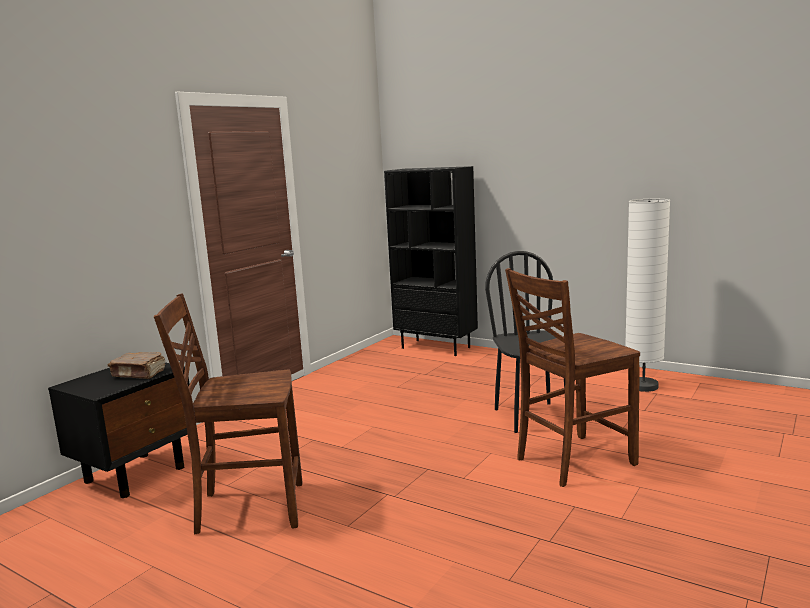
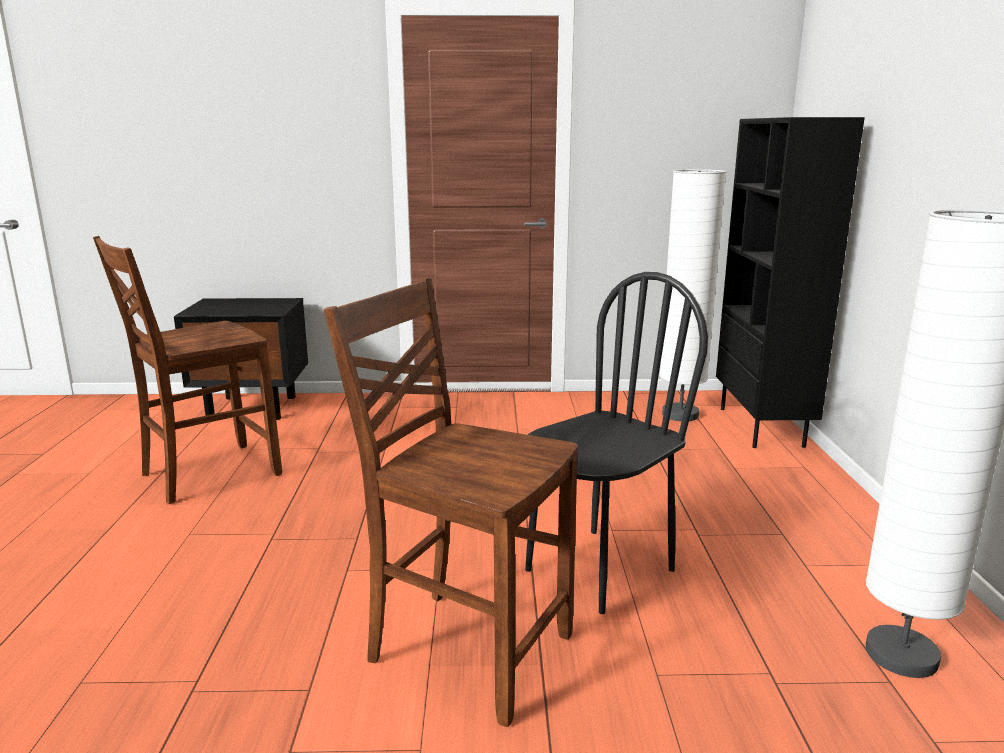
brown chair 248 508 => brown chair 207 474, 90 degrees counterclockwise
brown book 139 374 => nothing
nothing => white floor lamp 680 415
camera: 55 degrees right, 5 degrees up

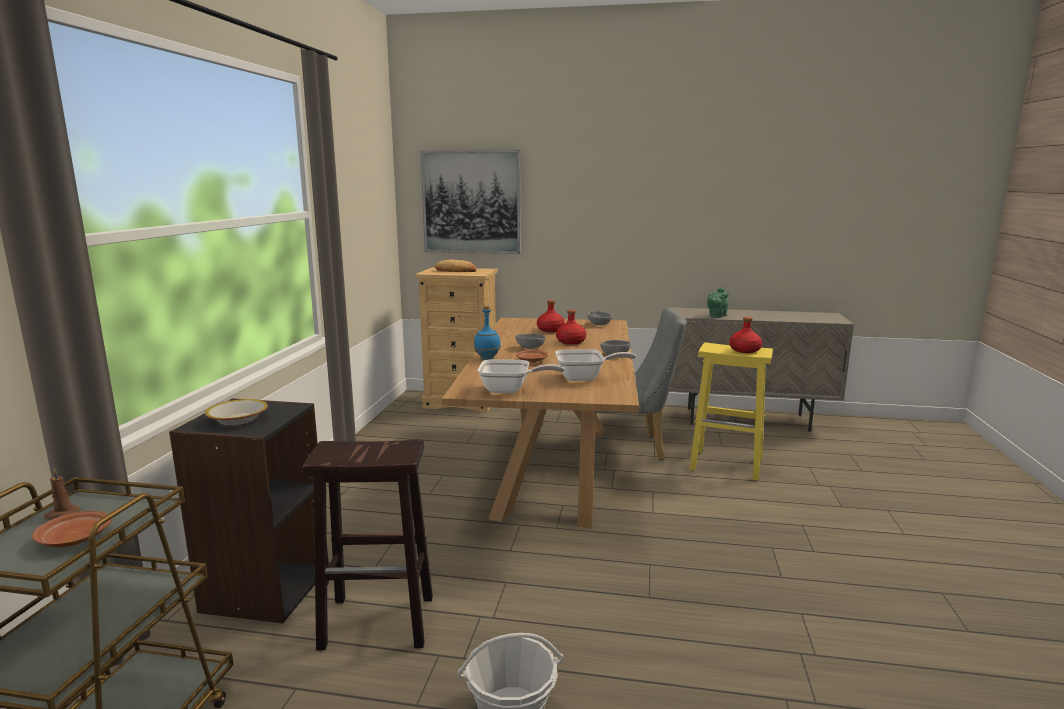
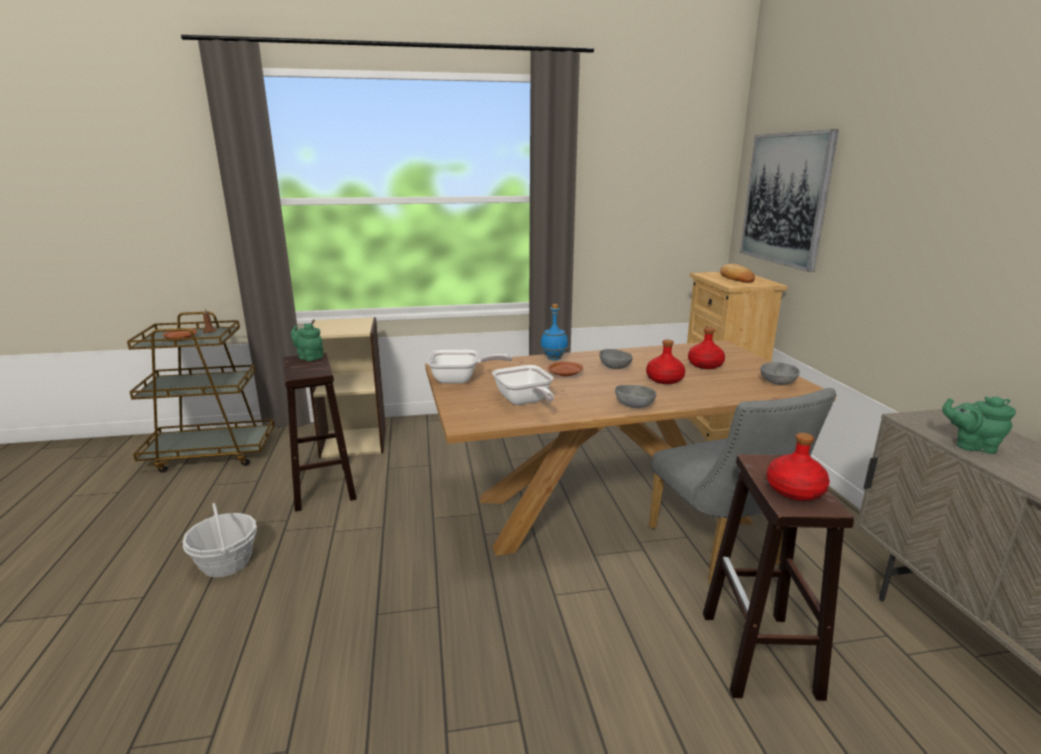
yellow stool 727 464 => brown stool 760 655
frying pan 510 390 => frying pan 460 380, 75 degrees counterclockwise
black bookcase 265 589 => beige bookcase 354 441
bowl 237 420 => nothing
nothing => green teapot 309 357
camera: 70 degrees right, 5 degrees up

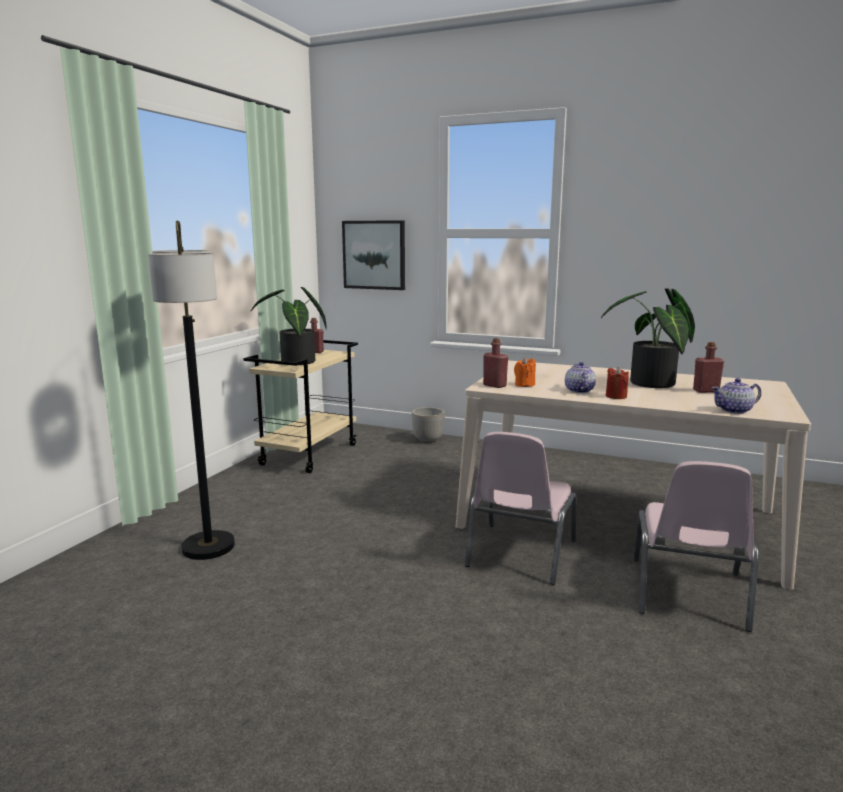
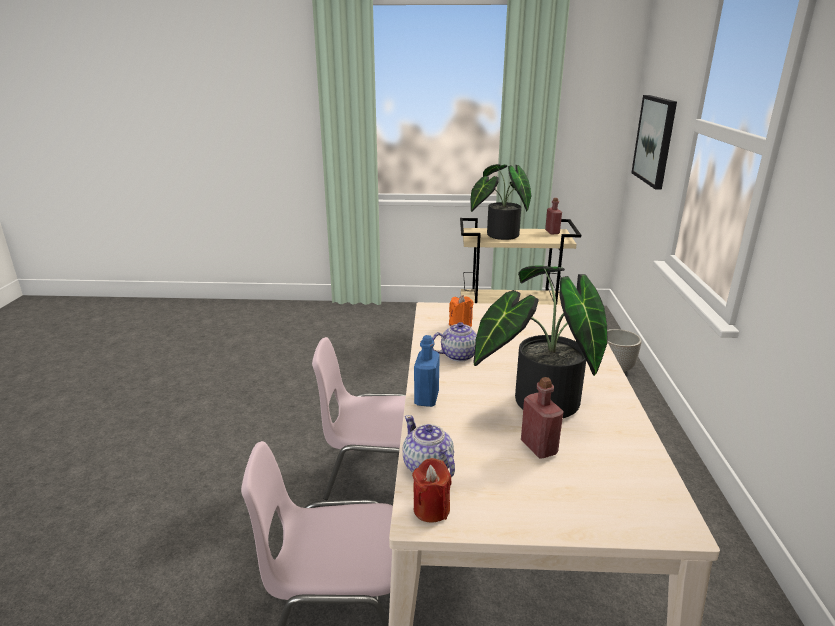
floor lamp 208 547 => nothing
red bottle 494 385 => nothing
red candle 616 396 => red candle 431 509, shifted
nothing => blue bottle 426 398
camera: 70 degrees right, 10 degrees up

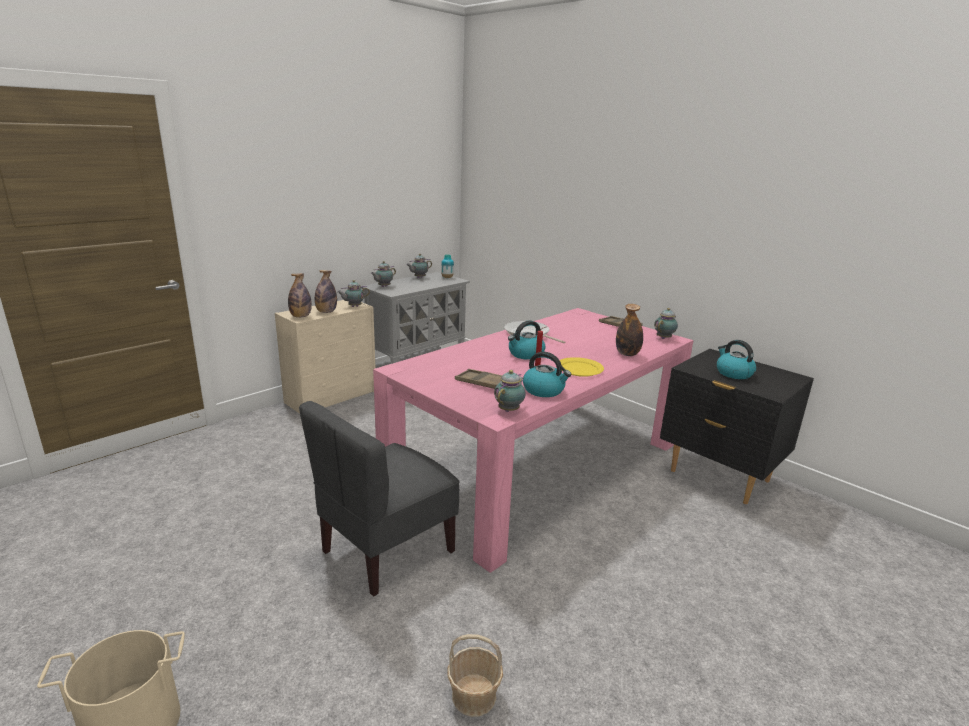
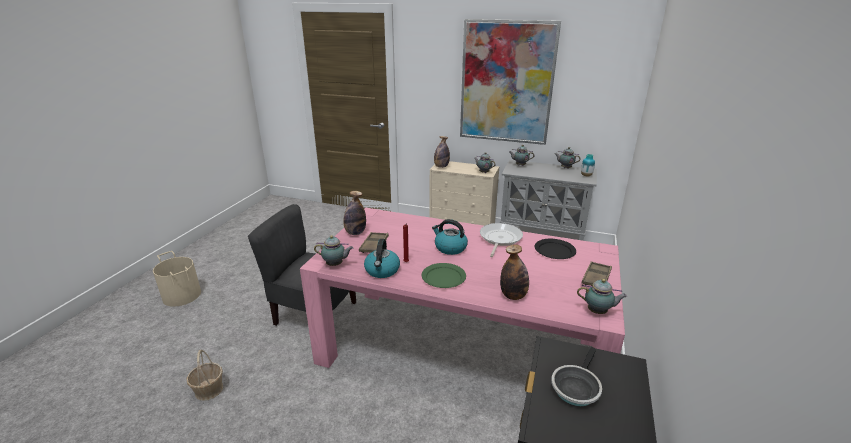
bottle 326 312 => bottle 355 233, shifted
kettle 733 373 => frying pan 575 387
yellow plate 580 369 => green plate 444 277
nothing => picture 506 83
nothing => black plate 554 250
camera: 65 degrees right, 5 degrees up

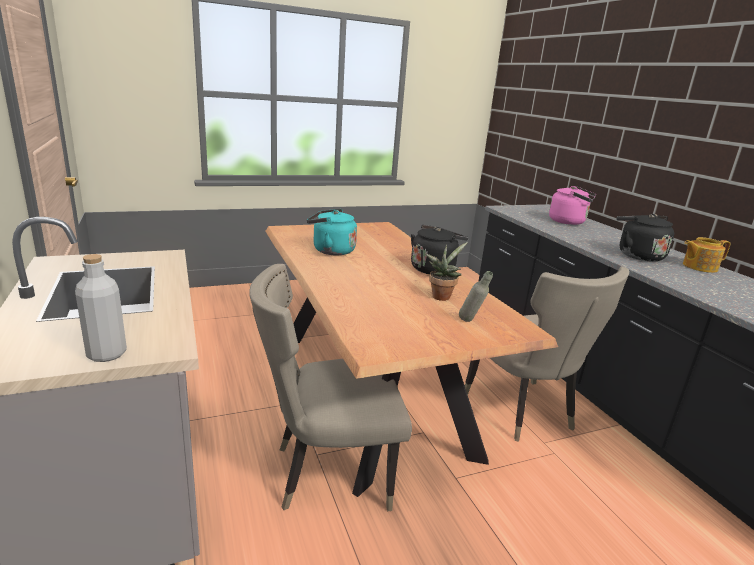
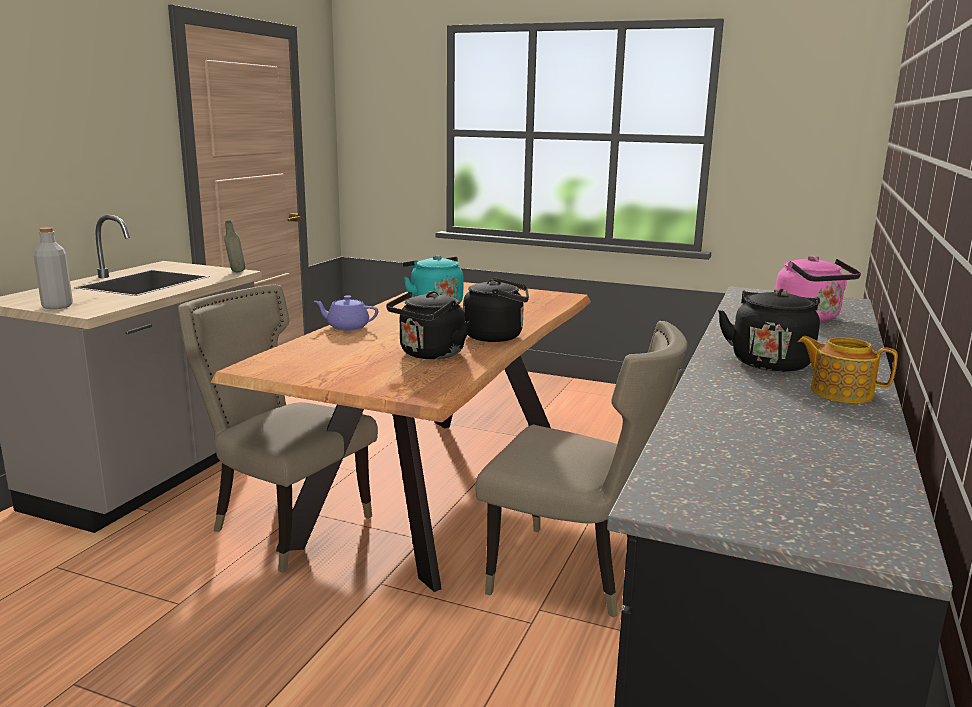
potted plant 441 296 => black kettle 429 354
beige chair 522 412 => beige chair 574 575, 90 degrees counterclockwise
grey bottle 471 322 => grey bottle 236 272, shifted
nothing => purple teapot 347 327
camera: 45 degrees right, 5 degrees down

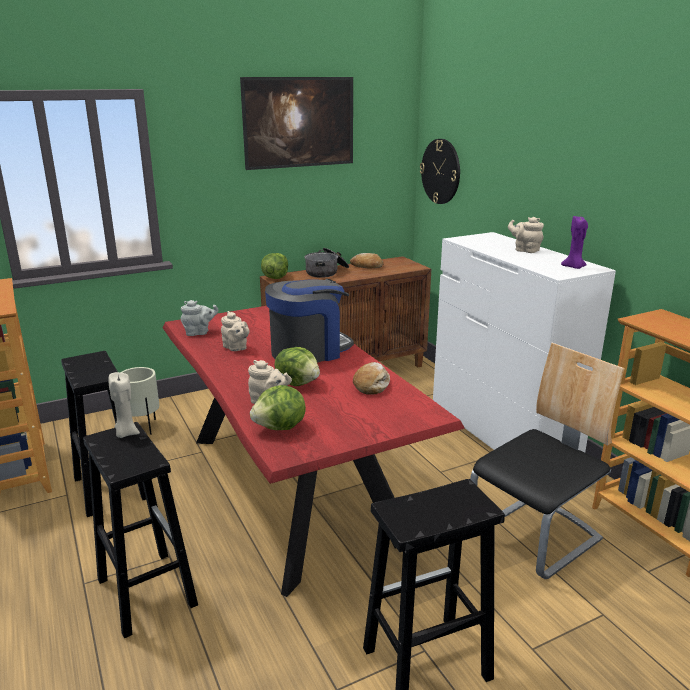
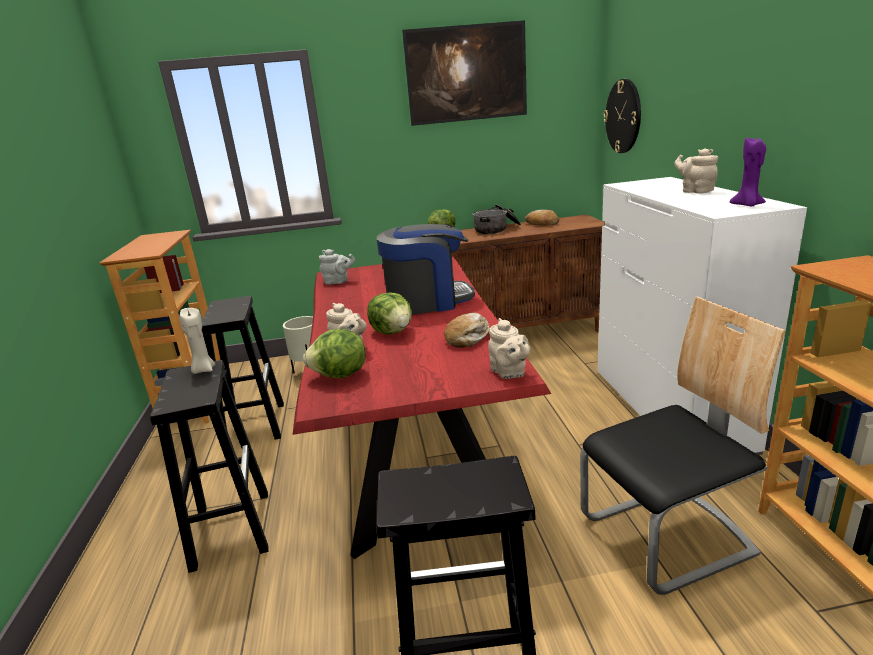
beige teapot 236 348 => beige teapot 509 373, shifted
camera: 20 degrees right, 0 degrees up

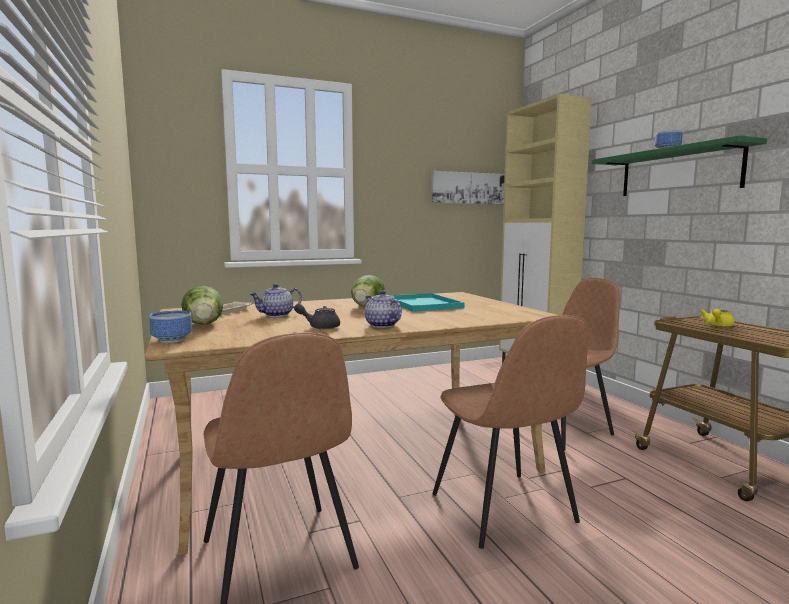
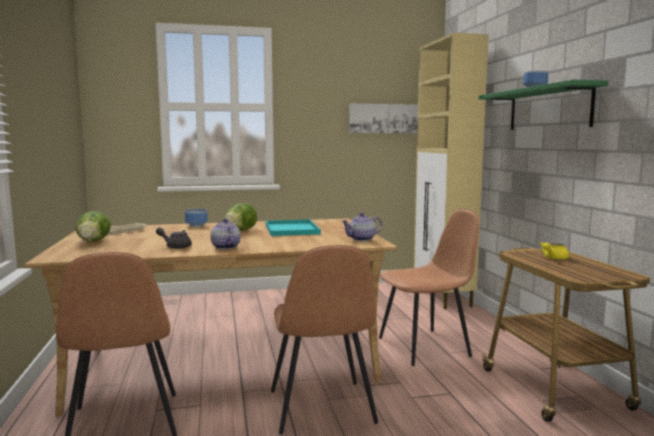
teapot 277 315 => teapot 362 239, shifted
bowl 170 340 => bowl 195 225, shifted
camera: 10 degrees right, 0 degrees up

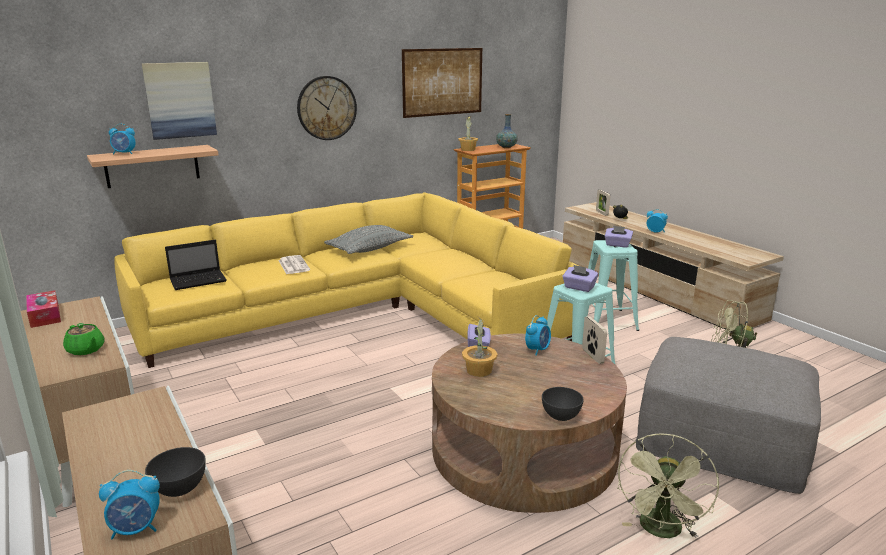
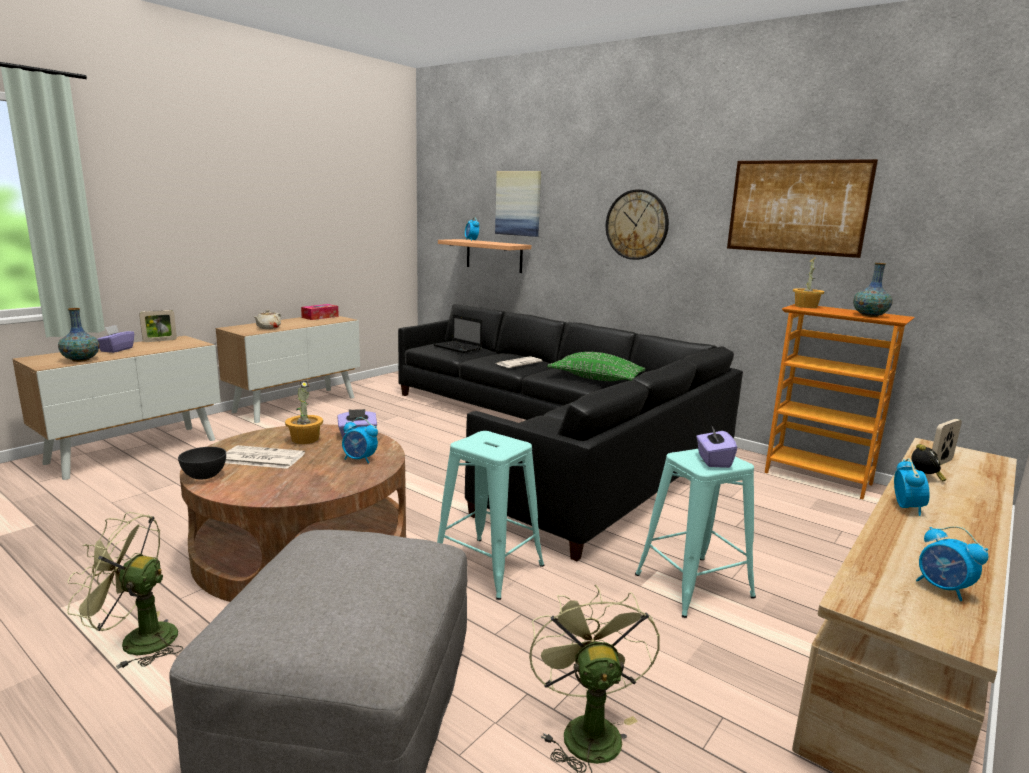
yellow sofa 366 314 => black sofa 557 440
grey pillow 369 249 => green pillow 597 378
purple tissue box 579 288 => purple tissue box 116 350, shifted
picture frame 592 356 => picture frame 160 340, shifted
green teapot 86 350 => beige teapot 268 328
grey bowl 179 489 => vase 81 360
alarm clock 136 529 => alarm clock 943 589, shifted
nothing => newspaper 261 458
camera: 70 degrees right, 5 degrees down

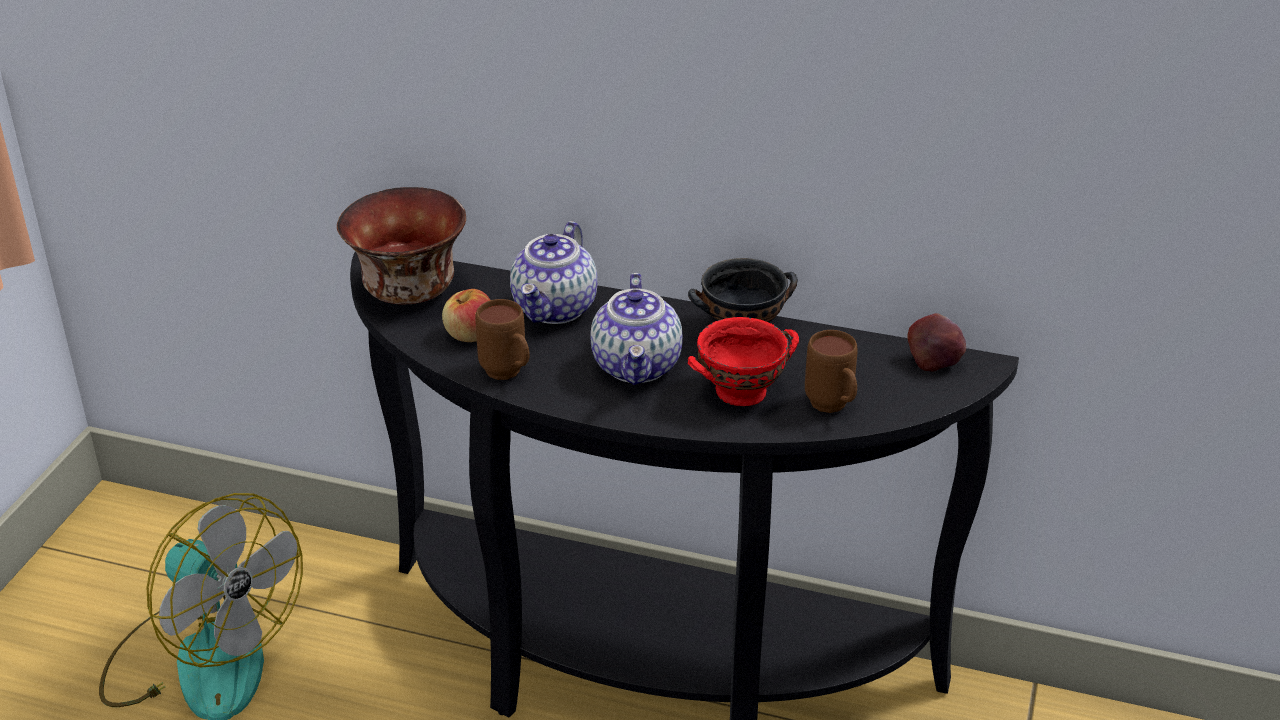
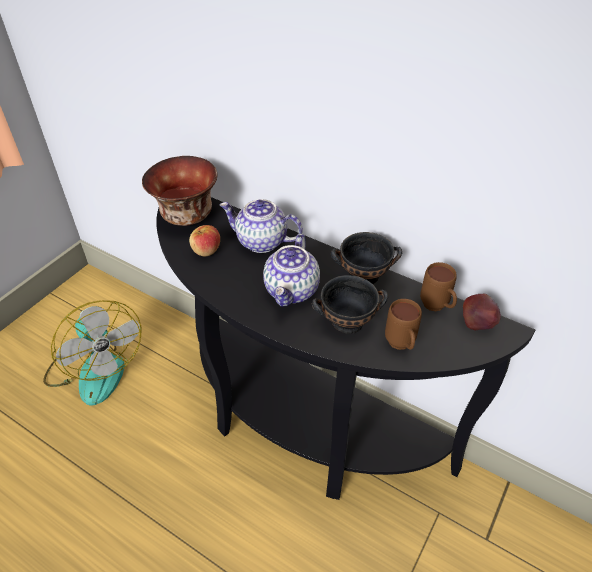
teapot 555 309 => teapot 261 242, 75 degrees clockwise
brown mug 508 375 => brown mug 437 308, shifted
red bowl 743 391 => black bowl 349 322
camera: 15 degrees right, 10 degrees up

